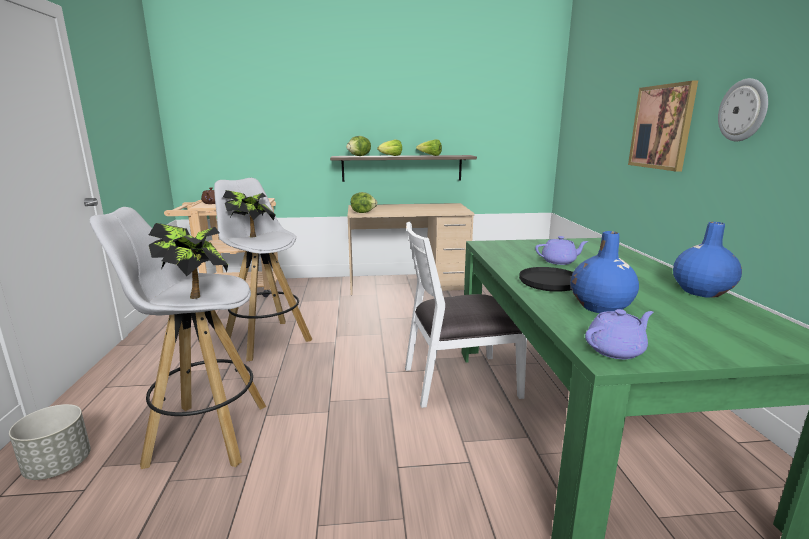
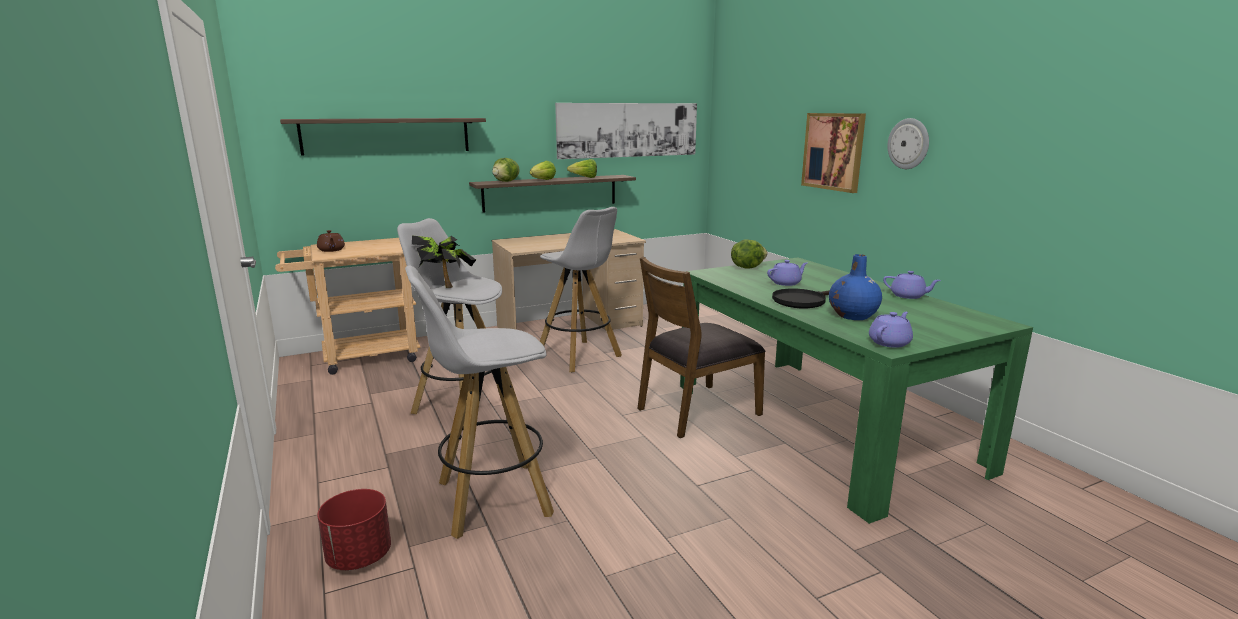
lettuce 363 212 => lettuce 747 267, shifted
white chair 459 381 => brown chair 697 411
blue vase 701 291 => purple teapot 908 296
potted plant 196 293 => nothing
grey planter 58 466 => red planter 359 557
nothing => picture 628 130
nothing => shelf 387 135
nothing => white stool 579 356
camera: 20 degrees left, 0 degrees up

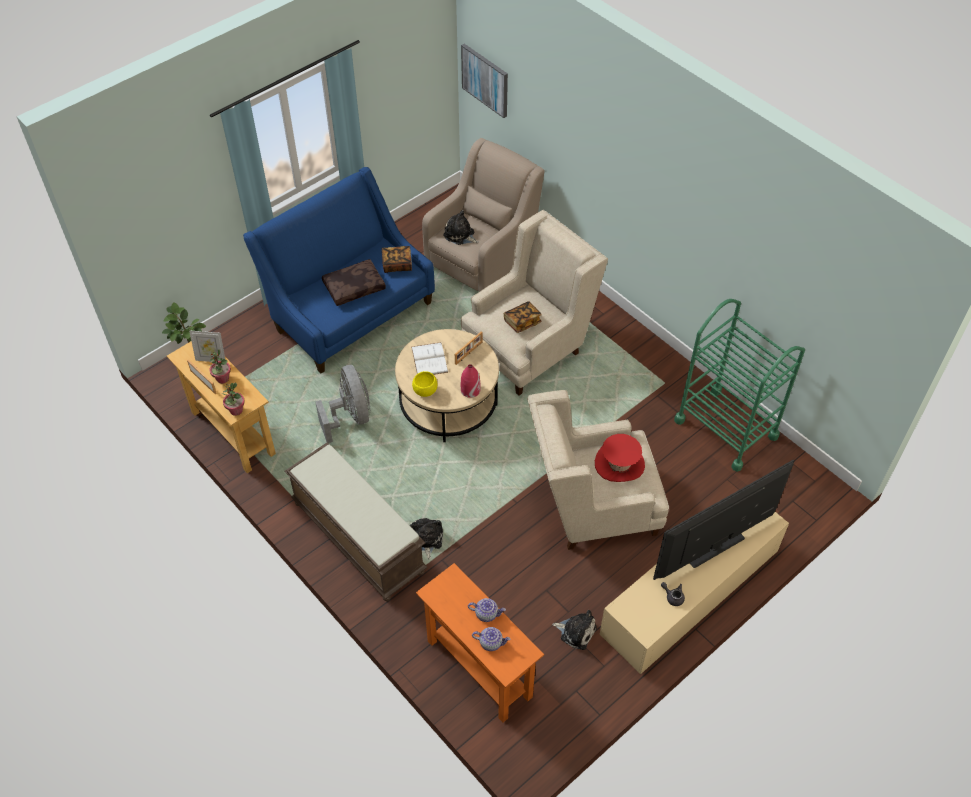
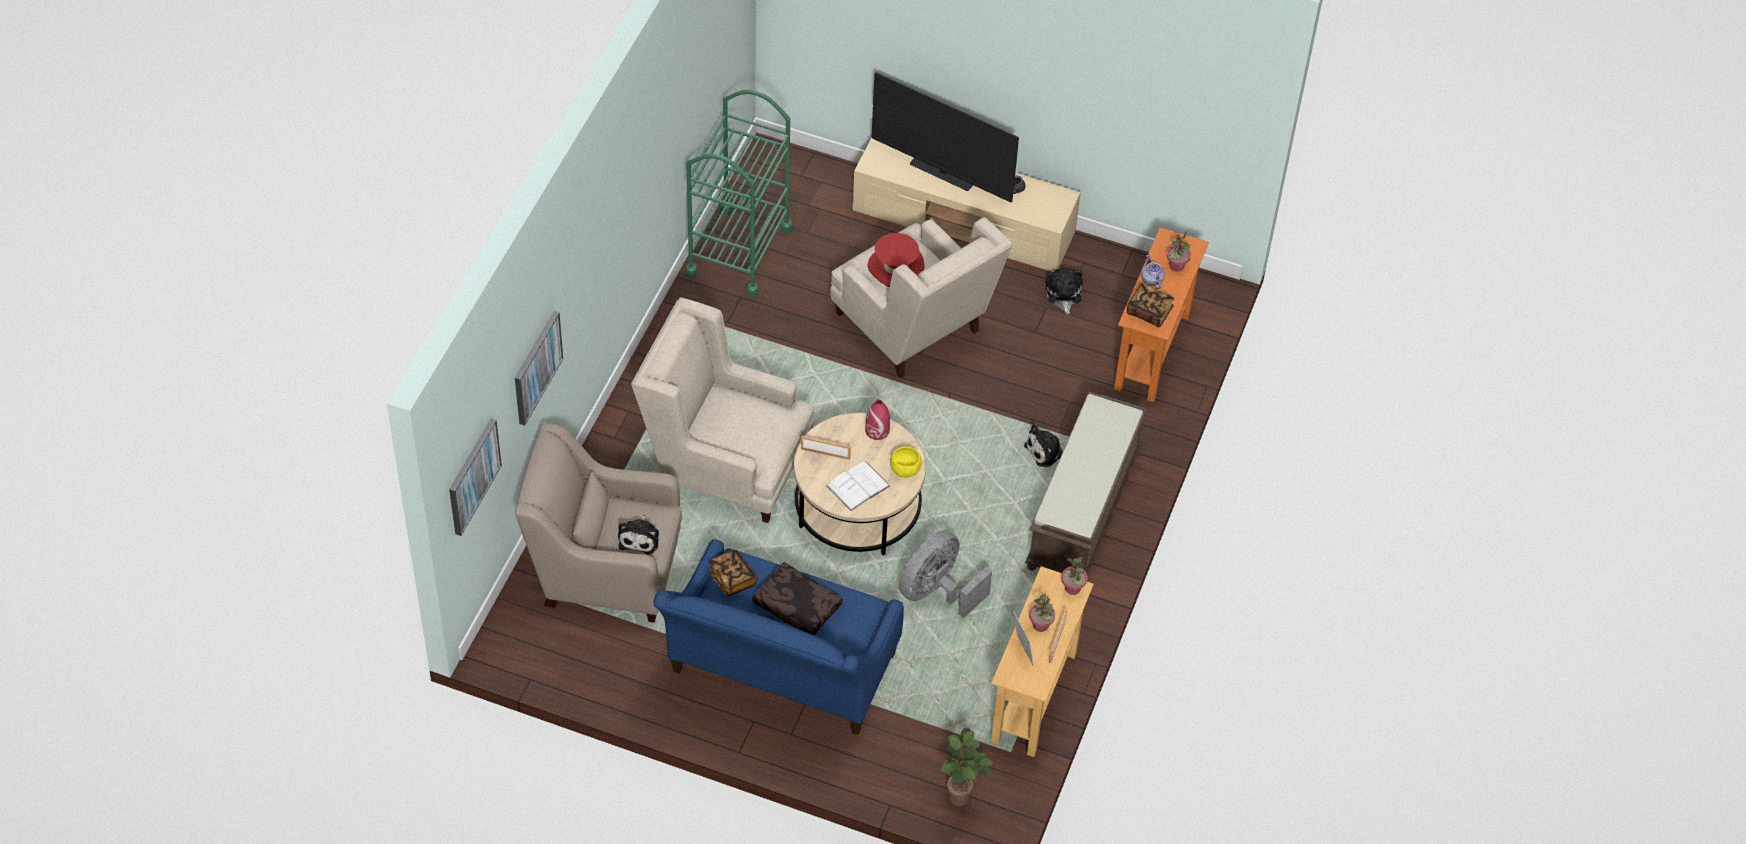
book 522 322 => book 1149 312, shifted
teapot 491 642 => potted plant 1176 266
nothing => picture 536 367
camera: 120 degrees left, 0 degrees up

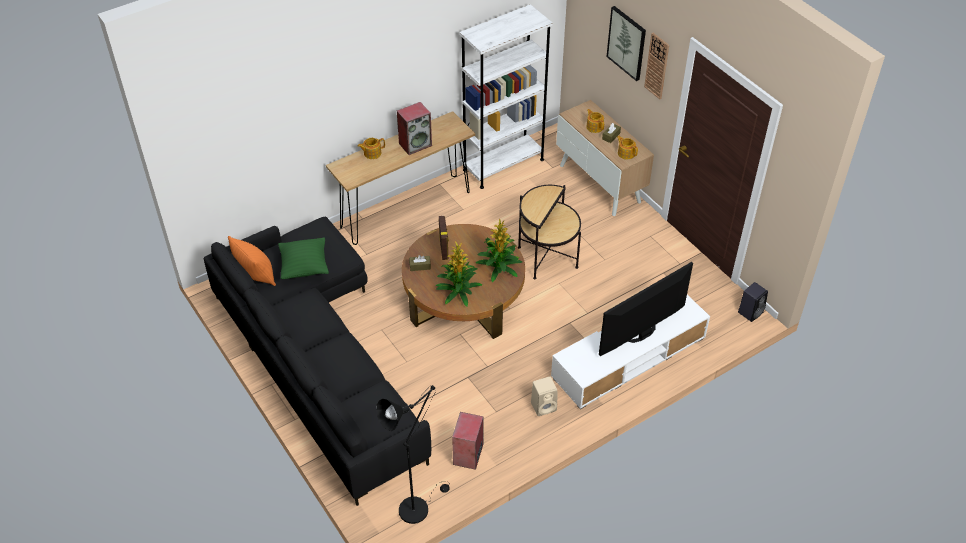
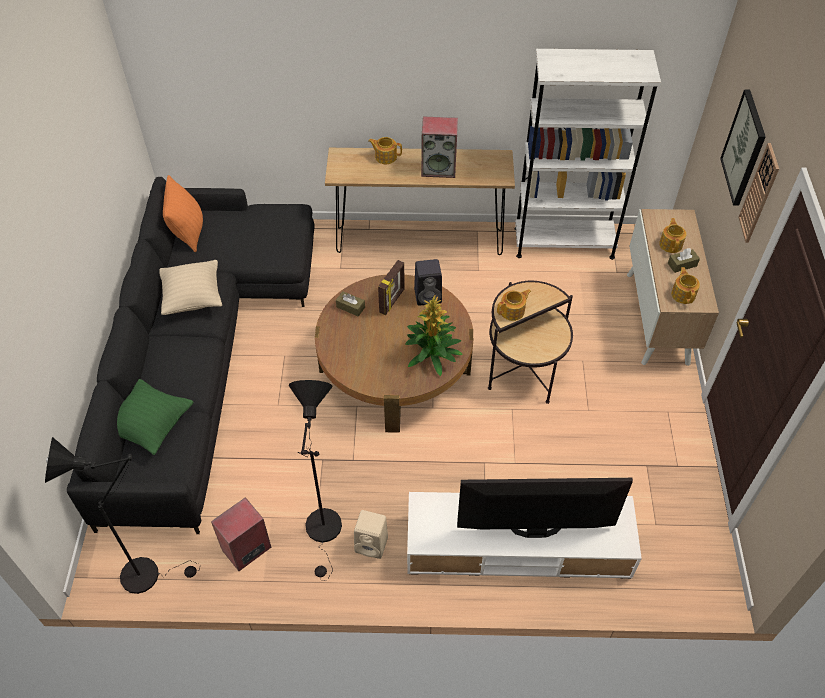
green pillow 304 267 => green pillow 151 426, shifted
potted plant 458 290 => nothing
black speaker 750 312 => black speaker 429 296, shifted
nothing => beige pillow 193 298
nothing => teapot 513 311
nothing => black floor lamp 324 532
camera: 35 degrees right, 5 degrees up

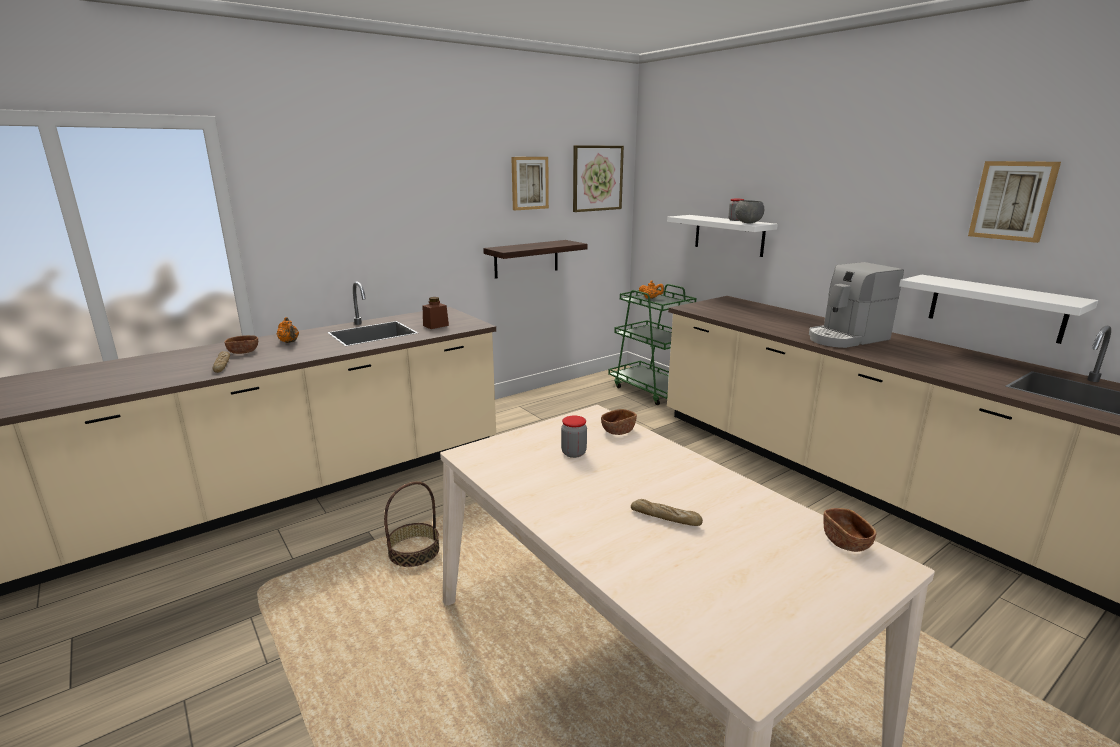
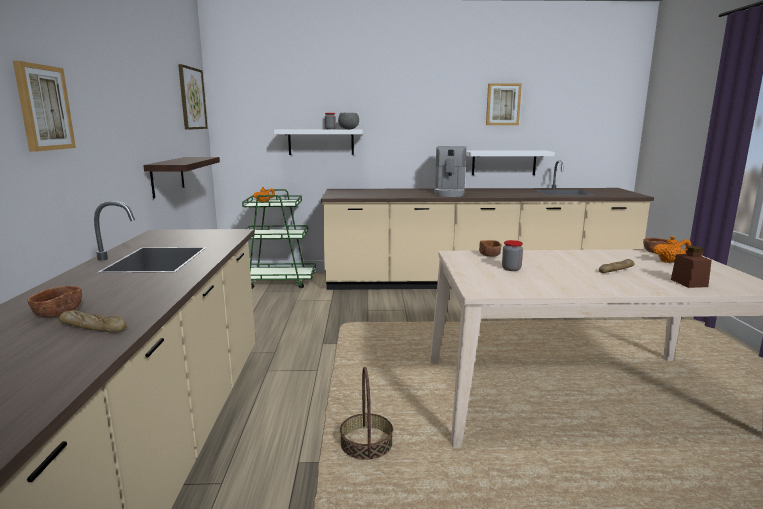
picture 529 183 => picture 43 108, shifted
brown jar 436 325 => brown jar 689 283, shifted
orange teapot 289 342 => orange teapot 669 262, shifted
camera: 55 degrees left, 5 degrees down

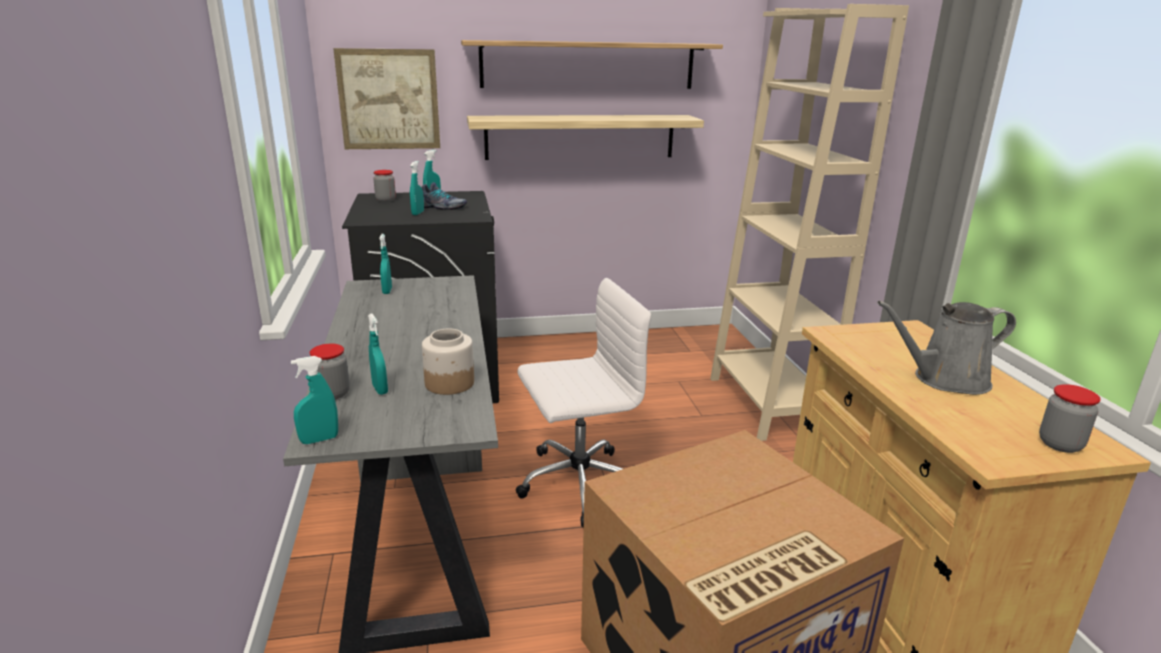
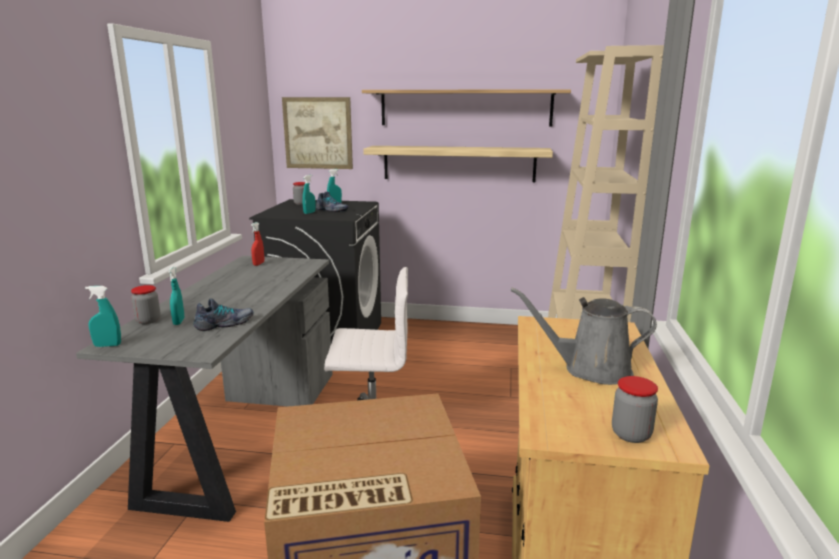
turquoise spray bottle 387 291 => red spray bottle 258 264
jar 449 383 => shoe 225 324
camera: 20 degrees right, 5 degrees down

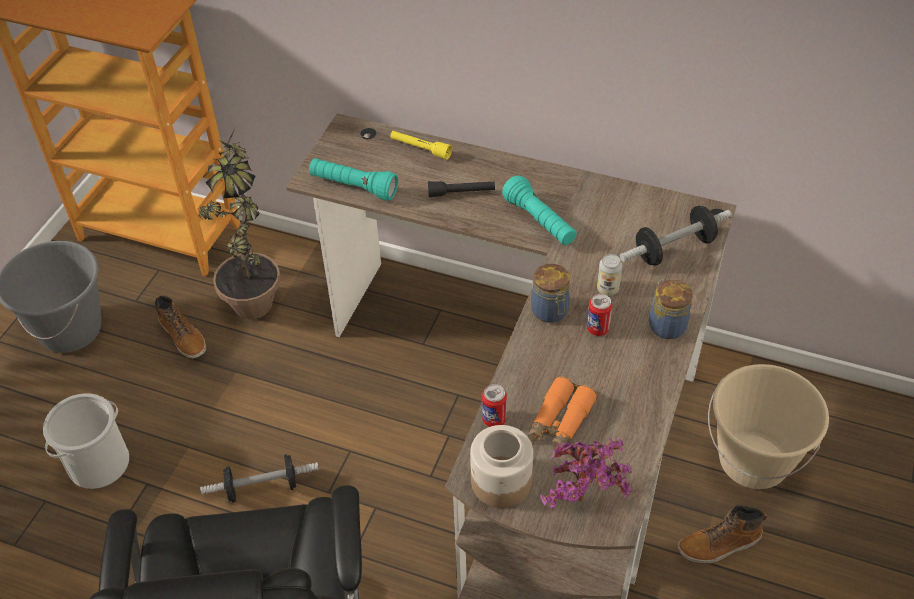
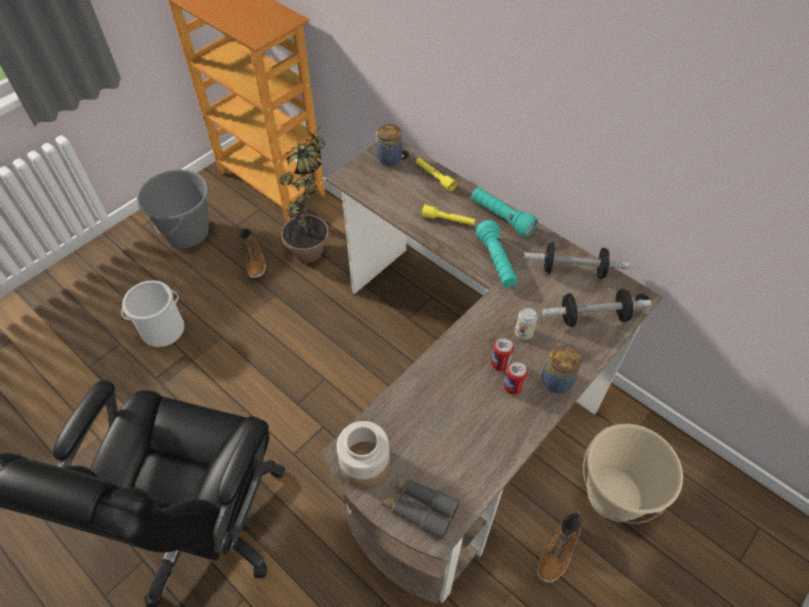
turquoise flashlight 353 187 => turquoise flashlight 501 218, shifted
black flashlight 461 193 => yellow flashlight 448 220
jar 550 312 => jar 389 159, shifted
orange binoculars 560 422 => nothing
can 494 419 => can 513 387, shifted
potted plant 584 504 => grey binoculars 419 508
dumbbell 262 487 => dumbbell 572 270, shifted
boot 719 545 => boot 558 551, 60 degrees counterclockwise
camera: 20 degrees right, 5 degrees up

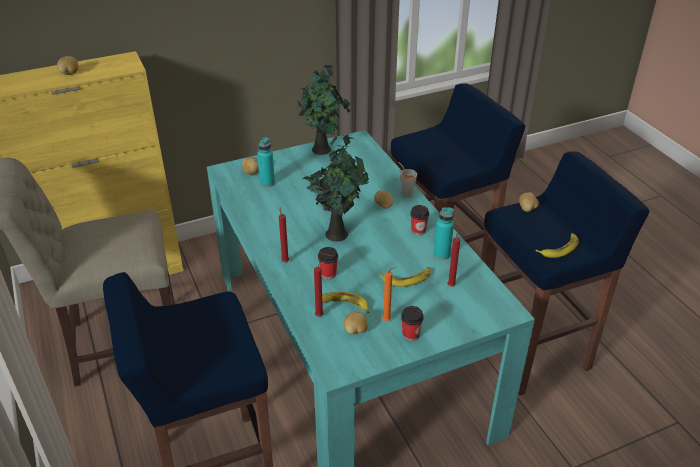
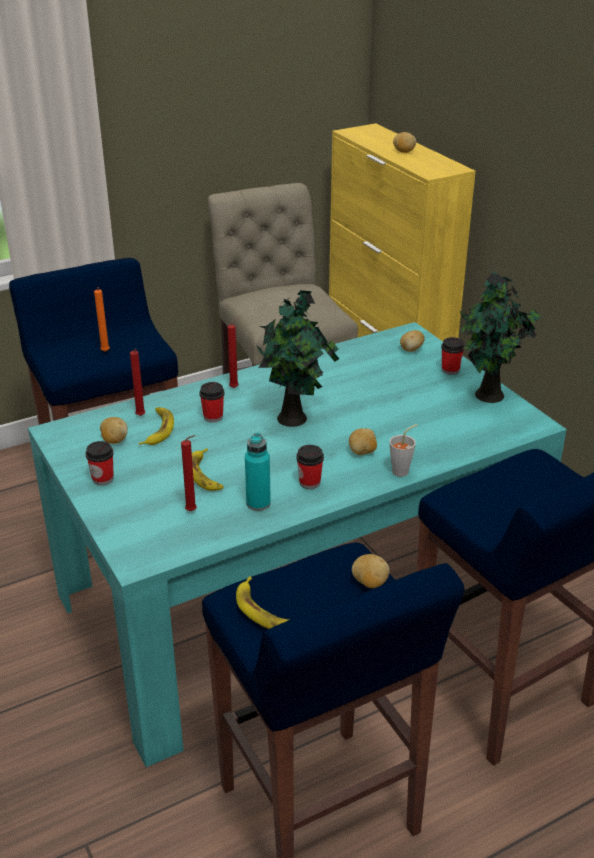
turquoise bottle 267 183 => nothing
orange candle 388 320 => orange candle 105 352, shifted
nothing => cup 450 370
camera: 85 degrees right, 5 degrees down

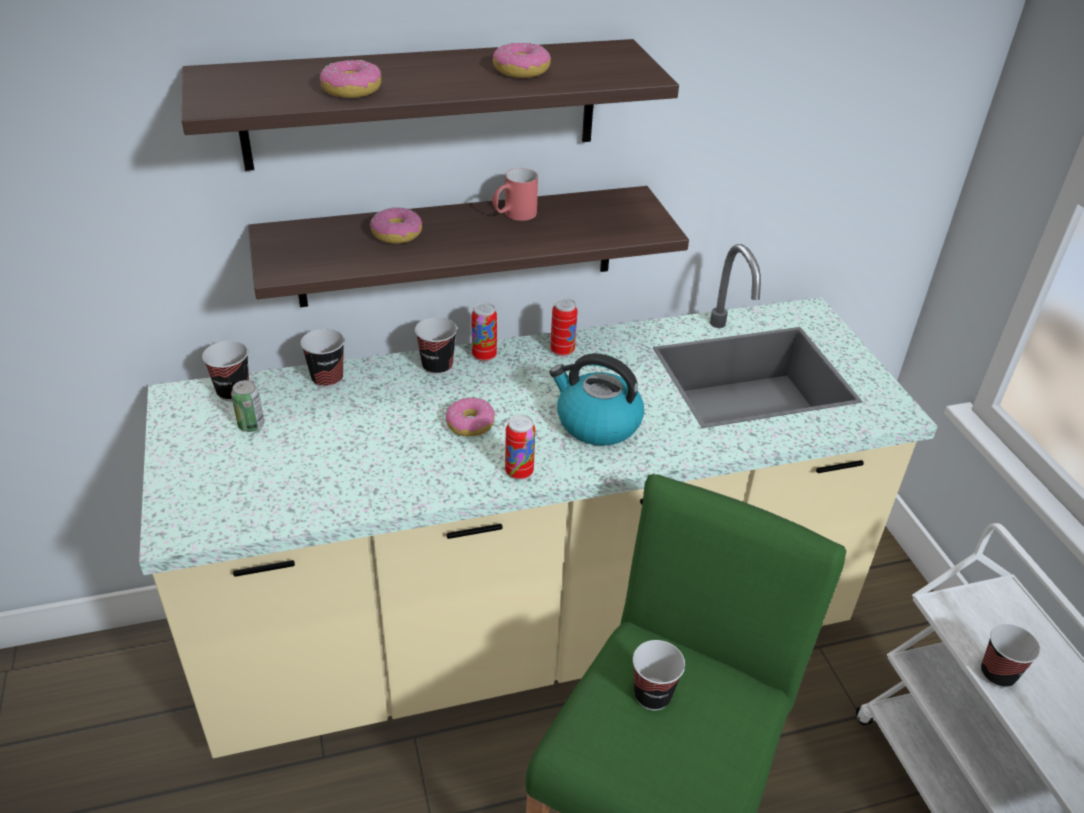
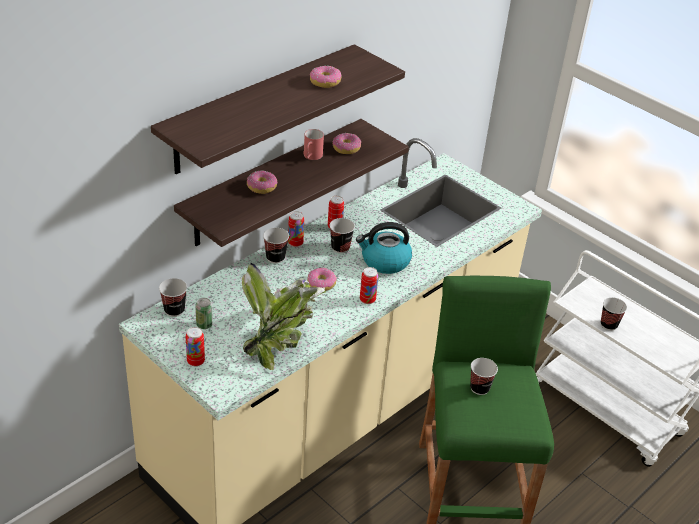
donut 352 90 => donut 346 148, shifted
cup 327 379 => cup 340 248, shifted
nothing => potted plant 279 341
nothing => can 195 361
camera: 30 degrees left, 0 degrees up

